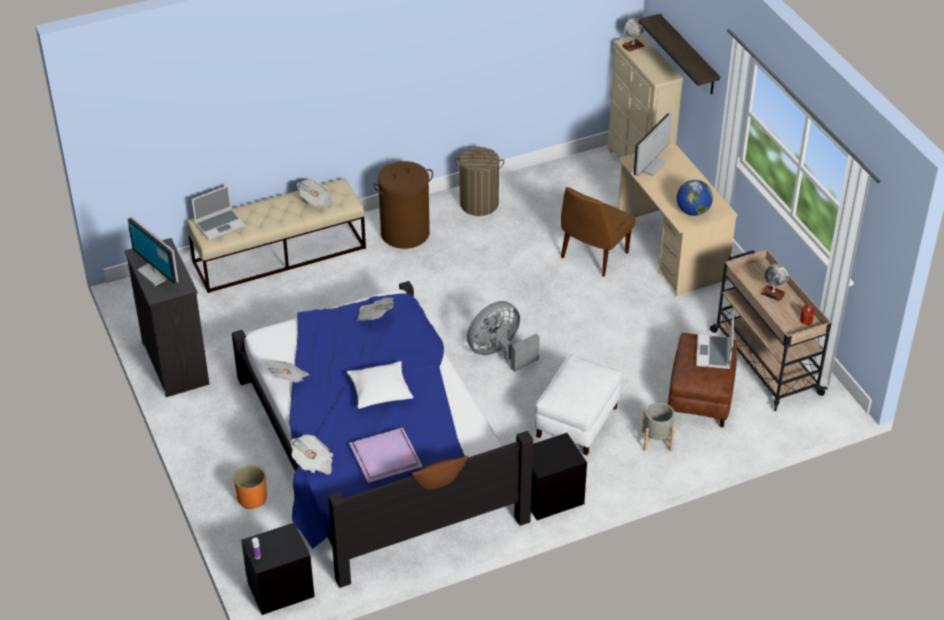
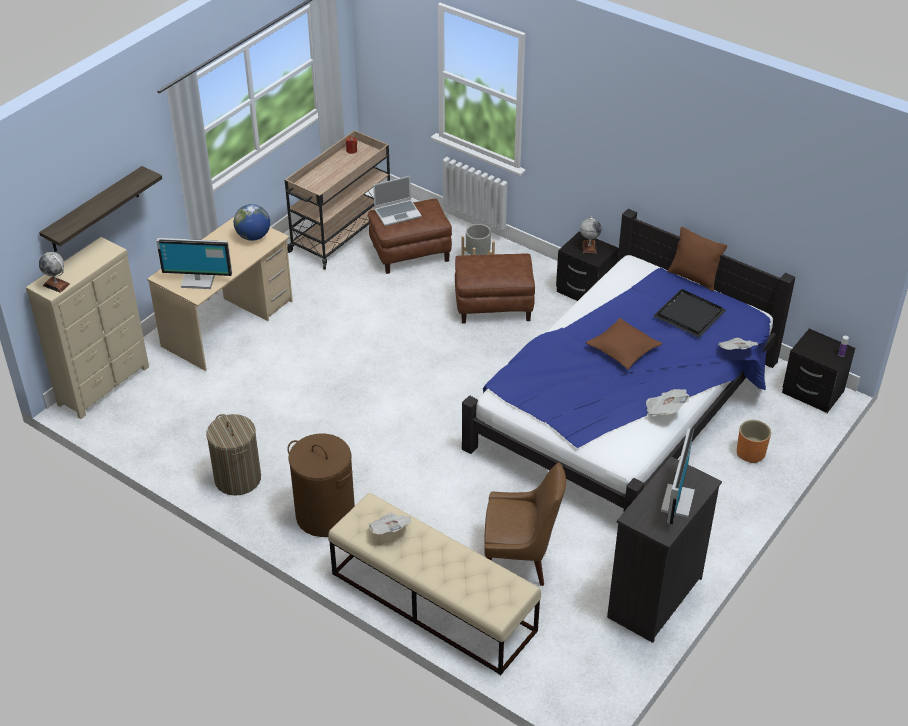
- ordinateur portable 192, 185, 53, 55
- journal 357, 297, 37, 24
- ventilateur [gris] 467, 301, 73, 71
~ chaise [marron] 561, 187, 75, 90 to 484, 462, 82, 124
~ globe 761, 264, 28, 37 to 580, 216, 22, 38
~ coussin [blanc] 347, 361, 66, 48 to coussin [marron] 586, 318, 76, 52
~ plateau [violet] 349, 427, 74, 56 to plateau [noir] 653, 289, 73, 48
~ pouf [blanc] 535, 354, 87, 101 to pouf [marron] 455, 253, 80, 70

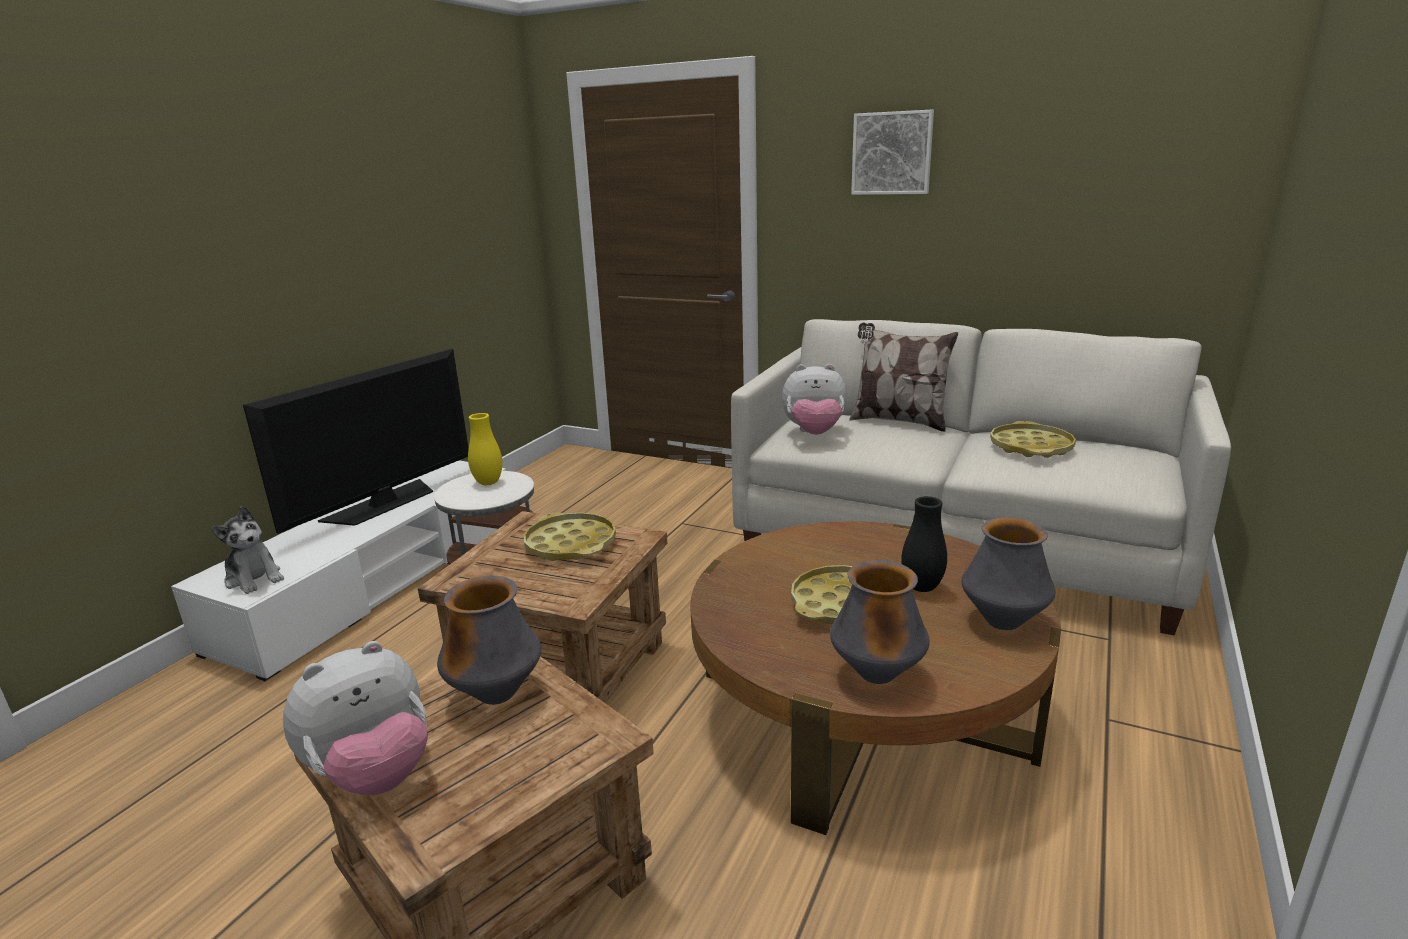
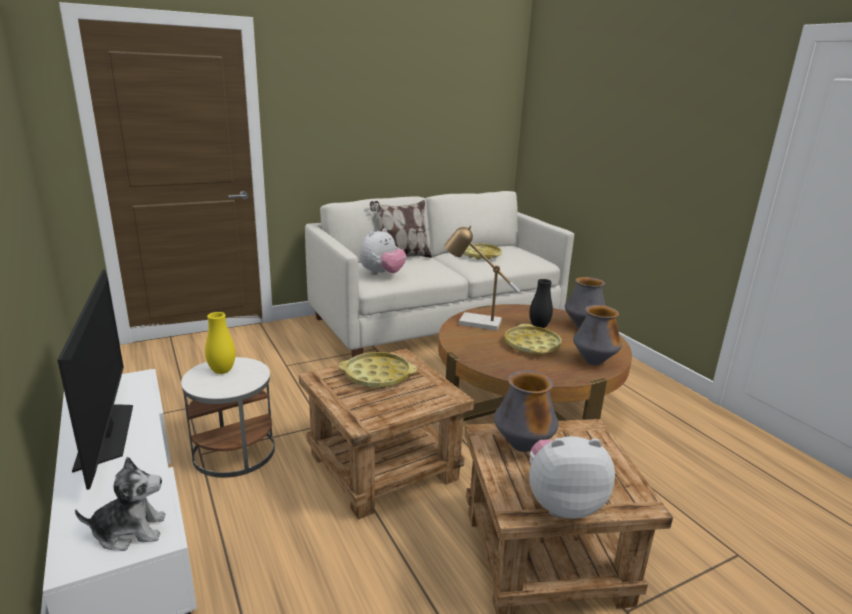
- tableau 851, 110, 83, 85
+ lampe de table 445, 226, 75, 105
~ peluche 283, 641, 145, 154 = 529, 436, 86, 83 90 degrees counterclockwise

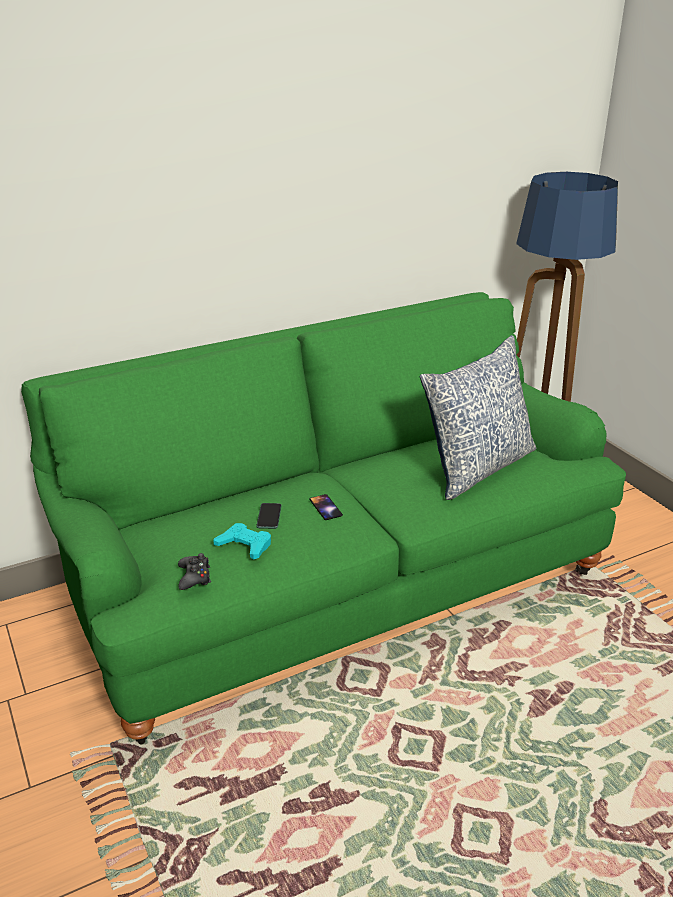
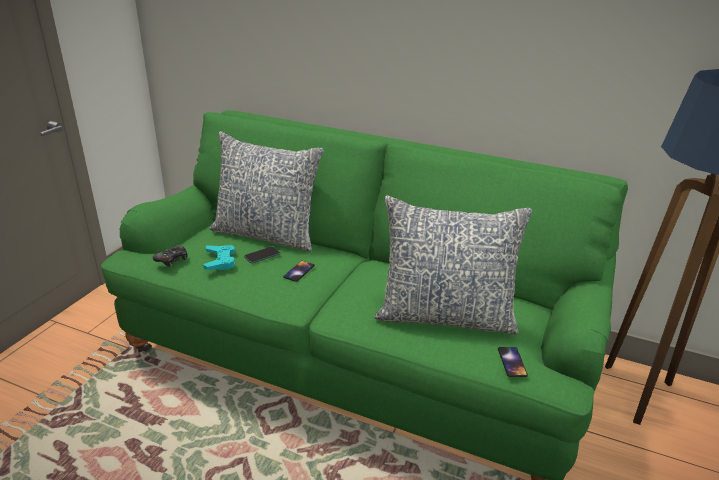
+ coussin 209, 131, 115, 121
+ téléphone 498, 347, 30, 30

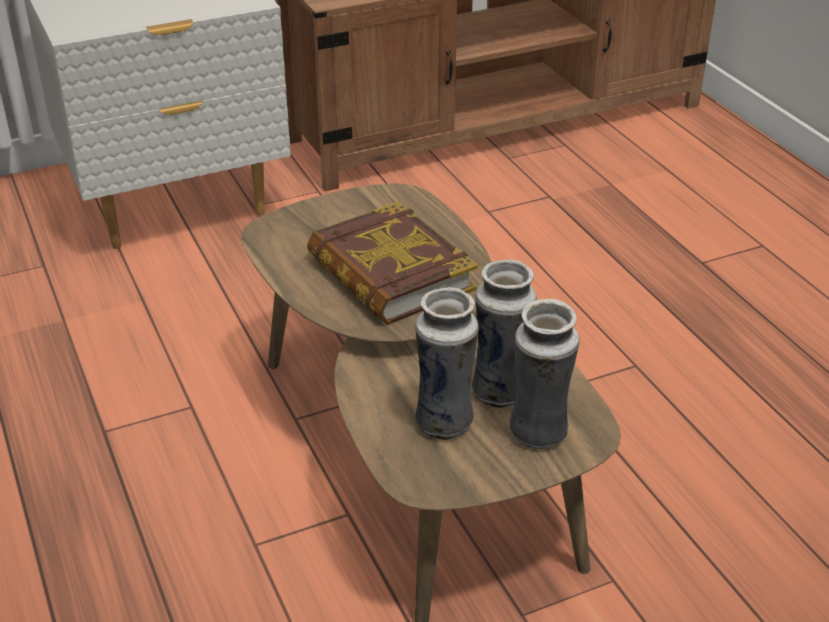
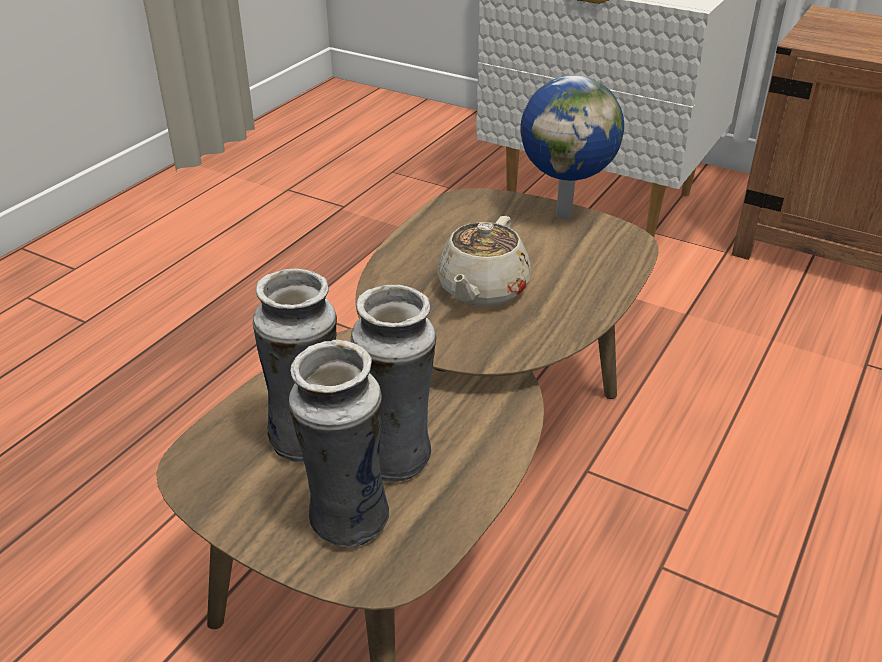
+ globe 520, 75, 104, 145
~ livre 307, 202, 171, 123 to théière [beige] 437, 216, 94, 91

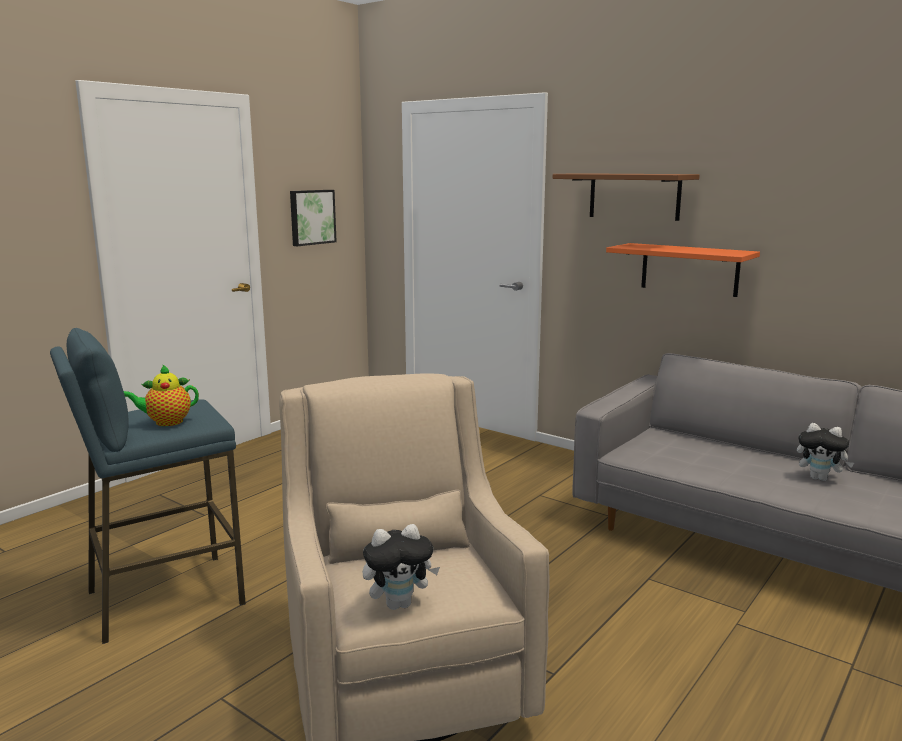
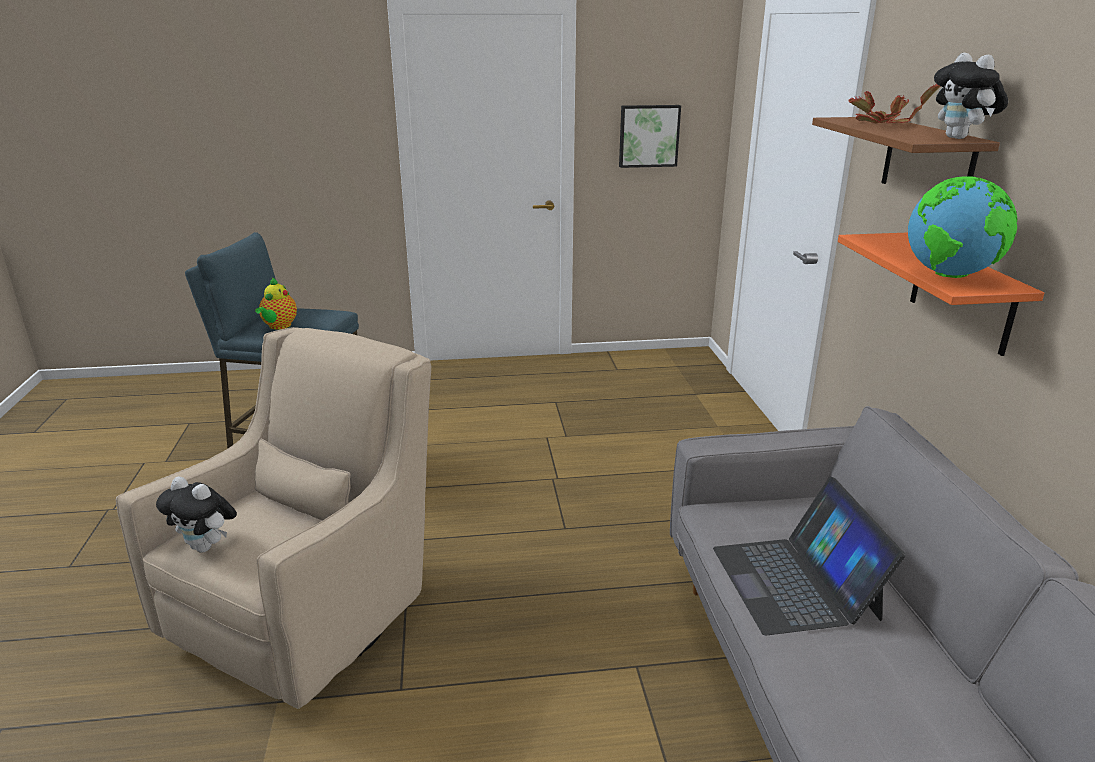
+ ordinateur portable 713, 477, 192, 159
+ plante en pot 848, 83, 92, 40
+ globe 908, 176, 109, 102
~ peluche 797, 423, 57, 58 to 934, 53, 74, 86
~ théière 124, 364, 75, 62 = 255, 277, 42, 53 105 degrees counterclockwise

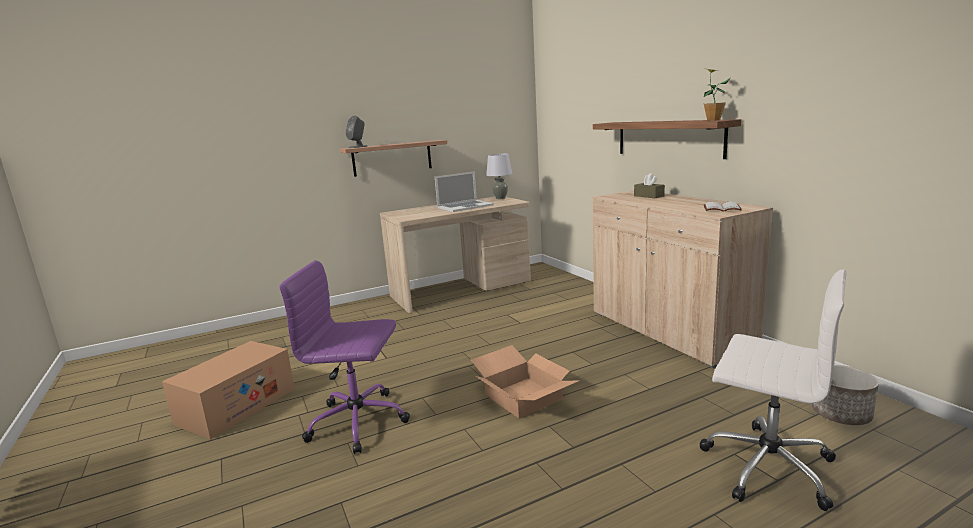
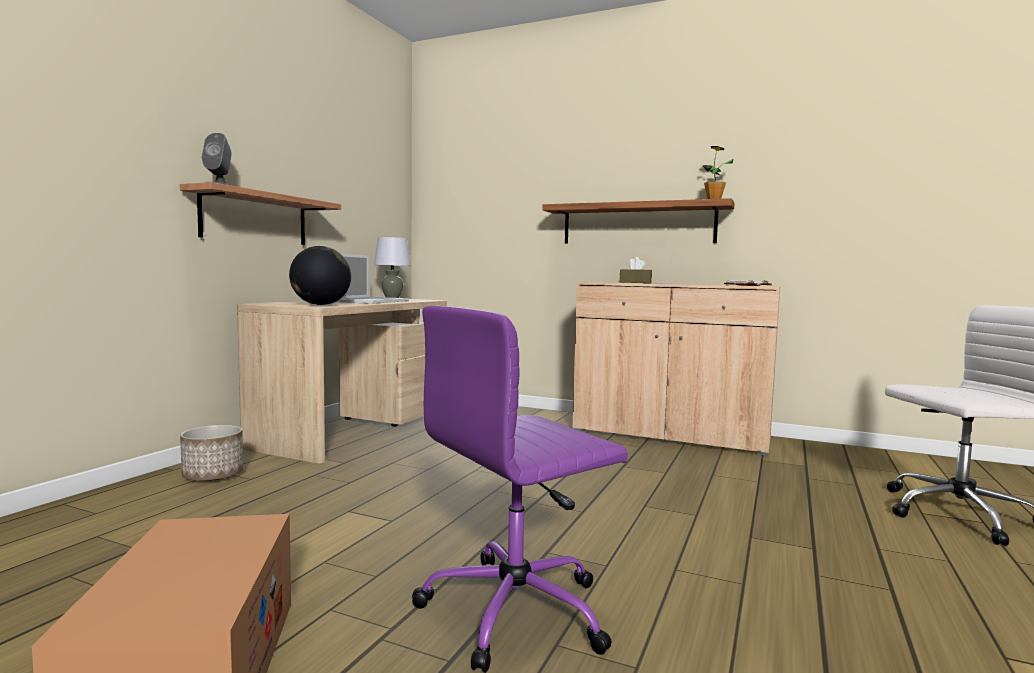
- carton 471, 345, 107, 74
+ globe 289, 246, 62, 59
~ cache-pot 812, 365, 67, 60 to 180, 425, 63, 56

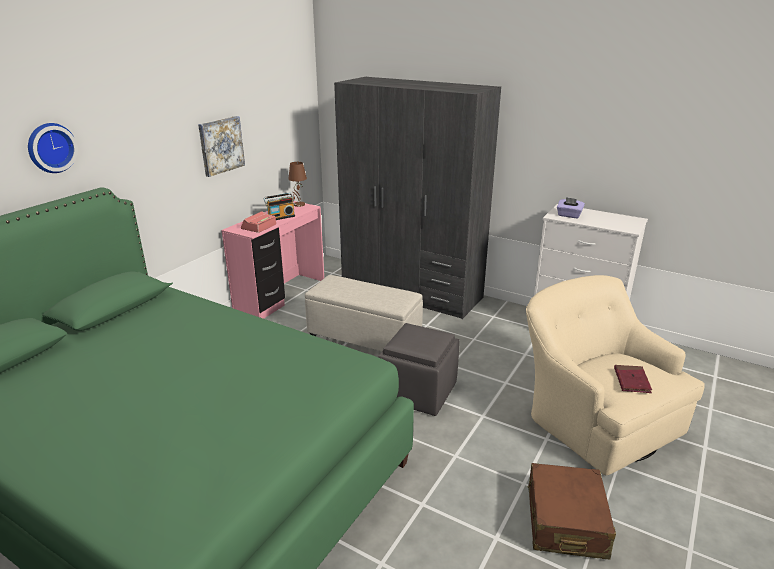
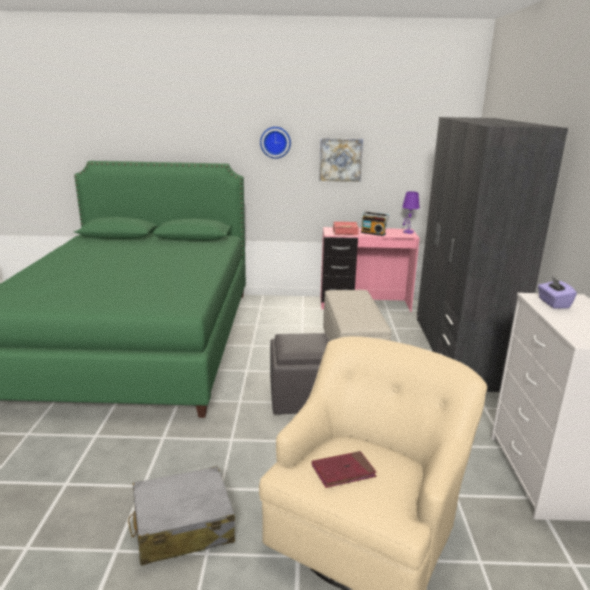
~ horloge murale 28, 123, 50, 50 to 260, 127, 31, 32
~ lampe de table [marron] 288, 162, 19, 45 to lampe de table [violet] 402, 191, 18, 43
~ valise [marron] 528, 463, 88, 97 to valise [gris] 128, 466, 107, 100

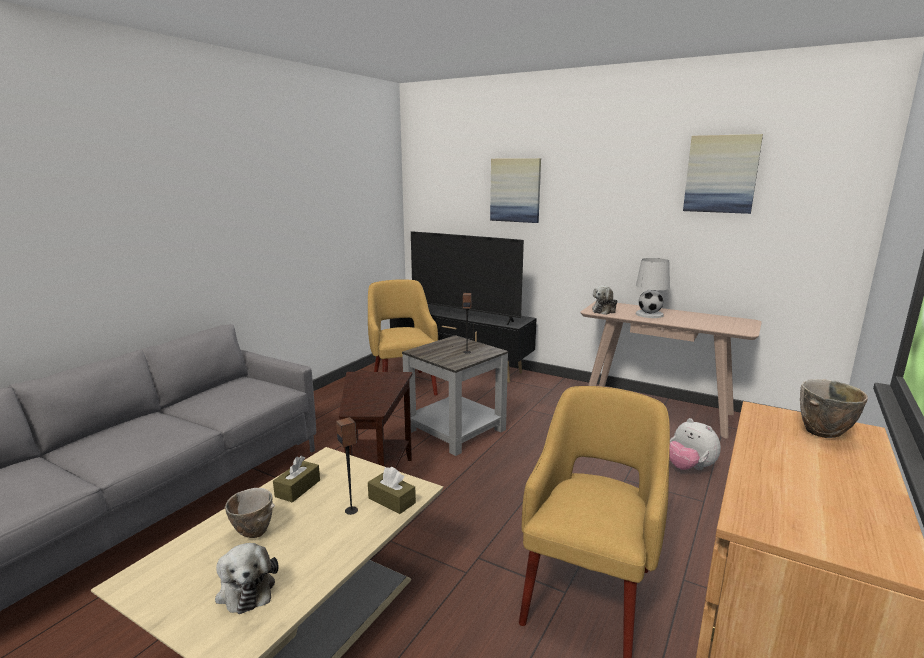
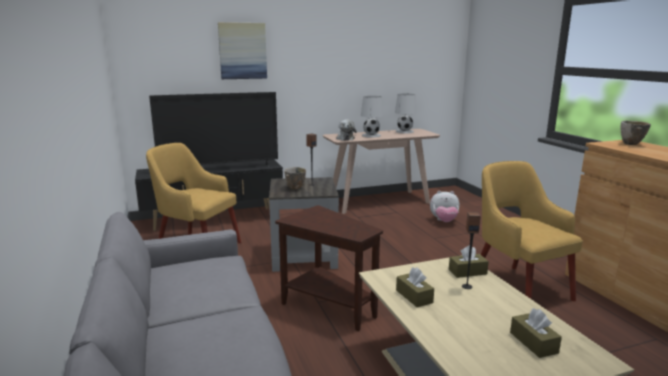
- tableau 683, 134, 80, 80
+ lampe de table [blanc] 395, 94, 22, 39
~ bol 224, 488, 51, 50 to 284, 167, 22, 22
~ peluche 215, 543, 64, 71 to boîte à mouchoirs [marron] 510, 308, 52, 50

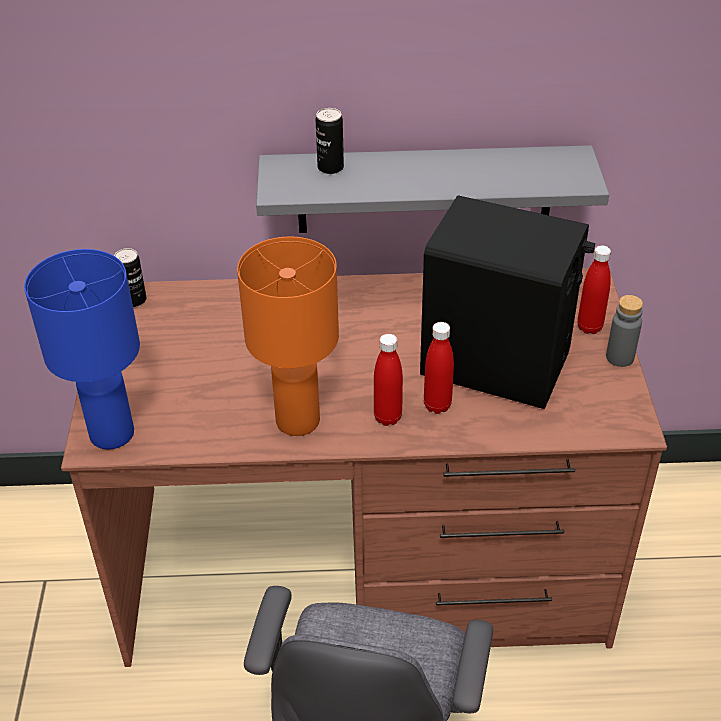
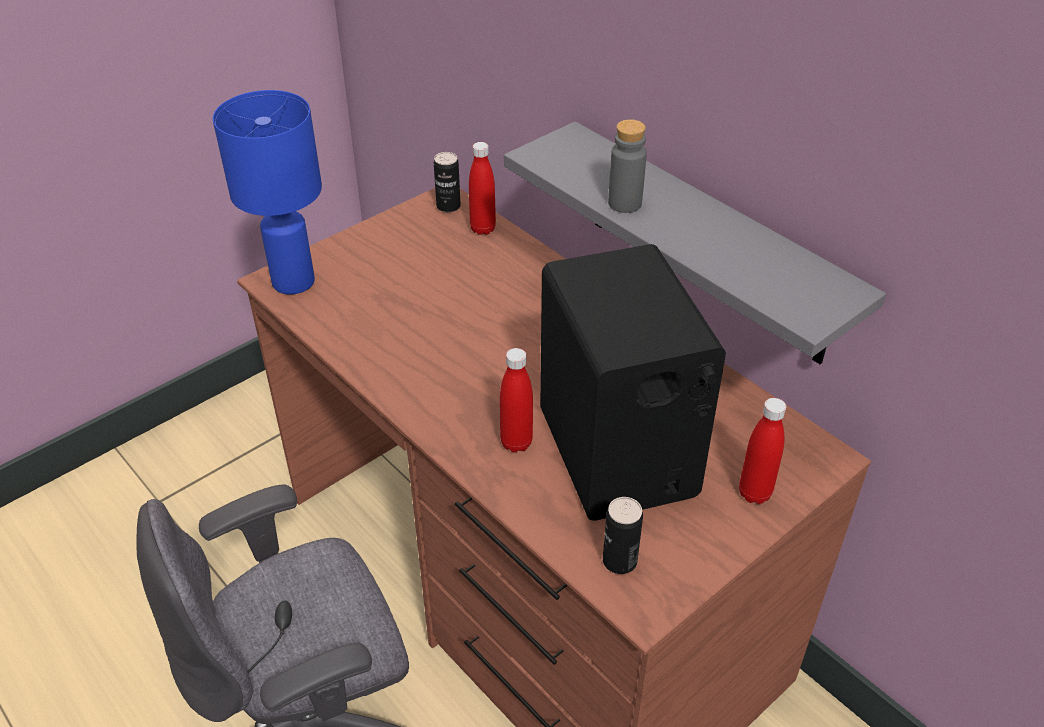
- lampe de table [orange] 237, 236, 102, 200
~ boîte métallique 315, 108, 29, 66 to 603, 497, 40, 77
~ bouteille [rouge] 374, 334, 29, 92 to 469, 142, 27, 93
~ bouteille [gris] 606, 295, 37, 72 to 608, 119, 39, 94

